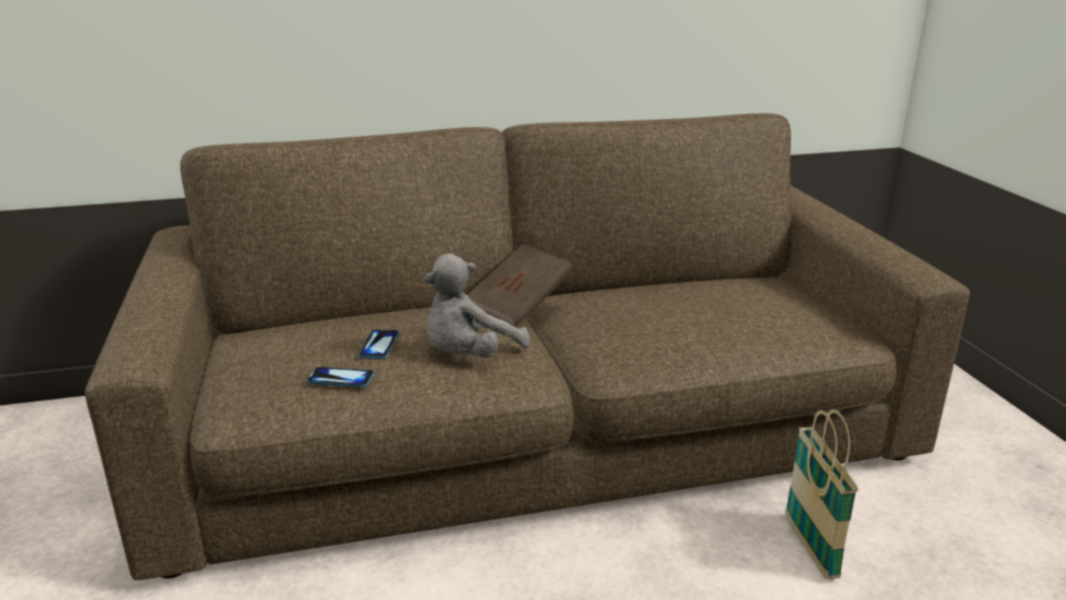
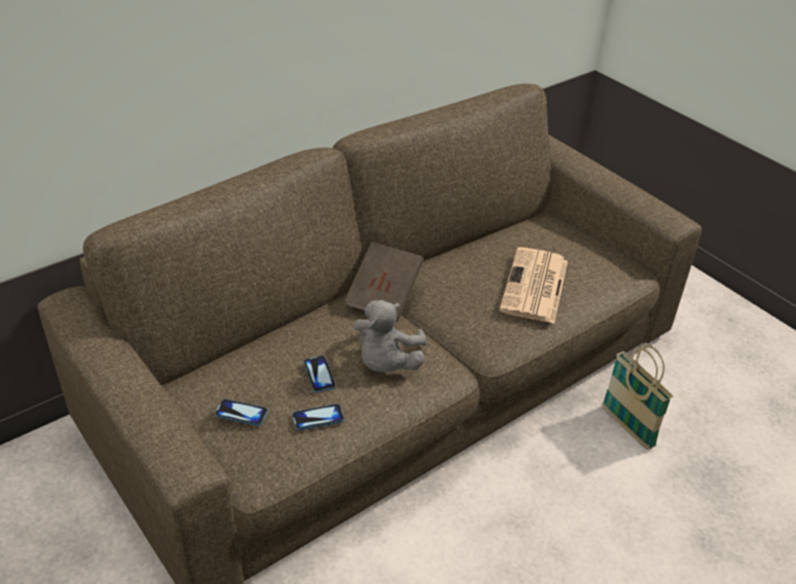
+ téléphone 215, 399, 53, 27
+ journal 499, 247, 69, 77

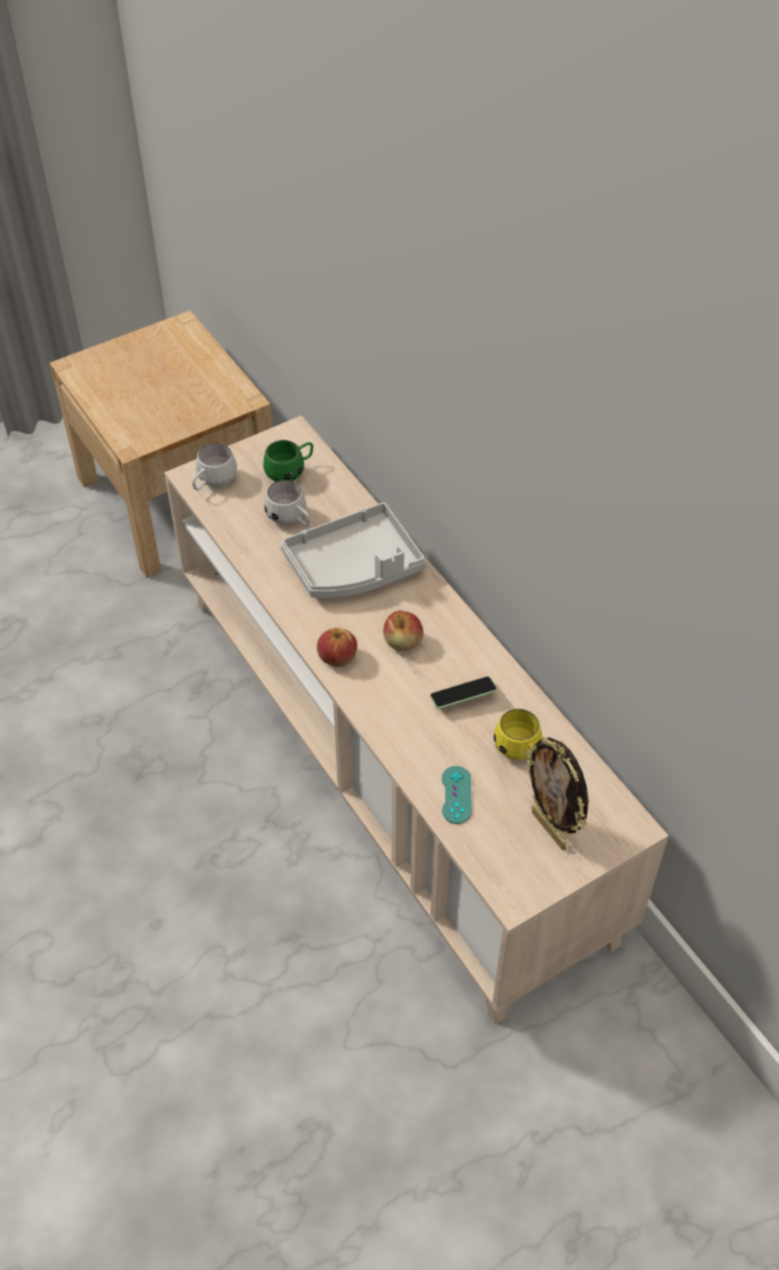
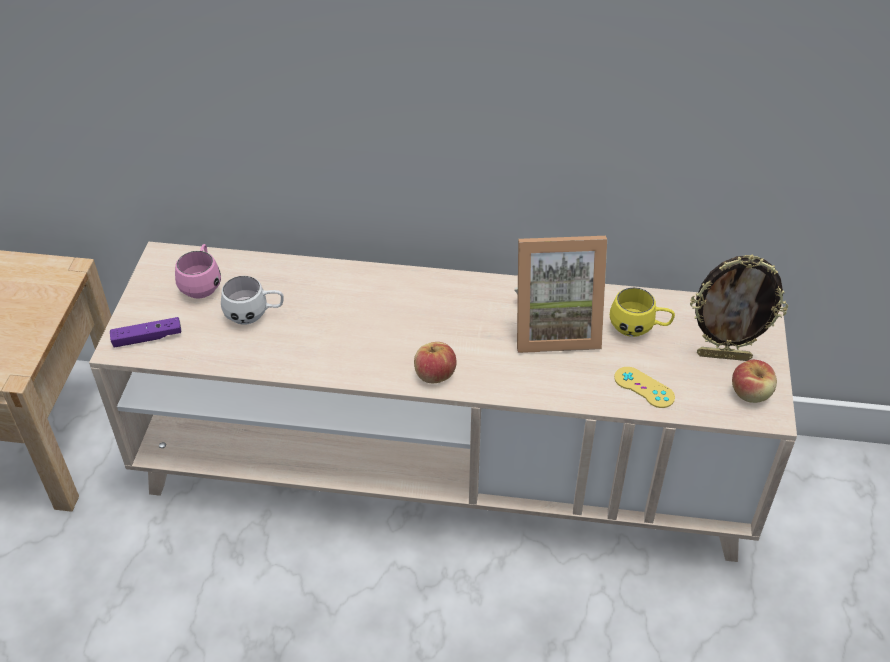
- plateau [gris] 281, 502, 145, 96
~ pomme 383, 611, 40, 40 to 732, 360, 45, 43
~ mug [blanc] 192, 443, 45, 48 to manette [violet] 110, 317, 71, 30
~ téléphone 430, 676, 68, 33 to cadre photo 514, 236, 93, 117
~ mug [vert] 263, 440, 50, 42 to mug [rose] 175, 244, 46, 54
~ manette [turquoise] 442, 766, 30, 58 to manette [jaune] 614, 367, 61, 41

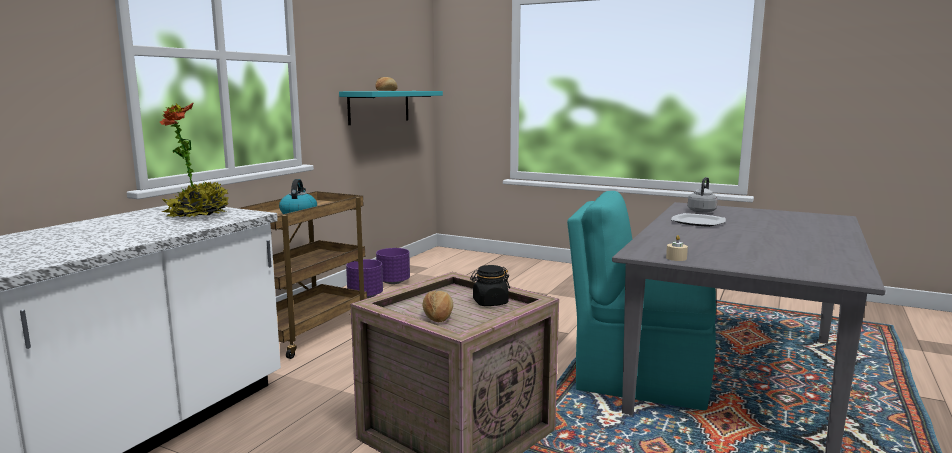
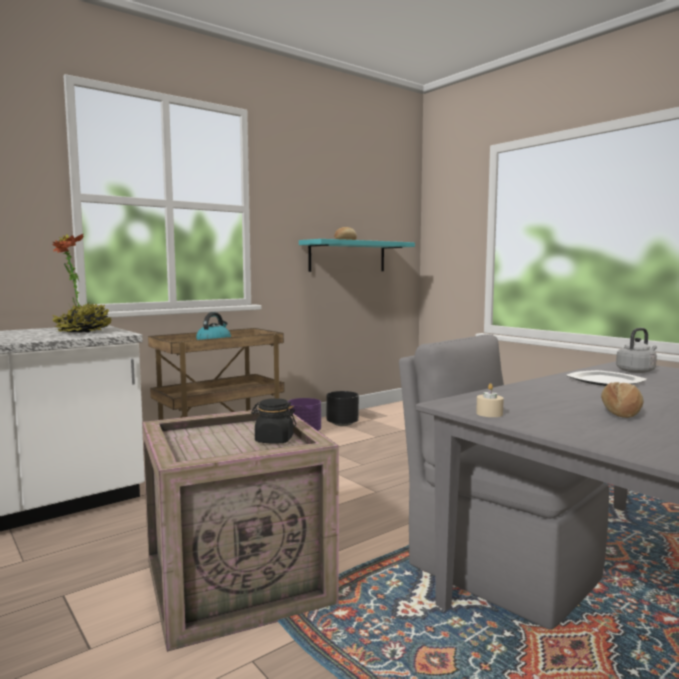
~ pain 422, 290, 31, 32 to 601, 382, 42, 36
~ cache-pot [violet] 376, 248, 34, 36 to cache-pot [noir] 326, 391, 33, 35
~ chaise [turquoise] 567, 191, 149, 219 to chaise [gris] 399, 334, 210, 295

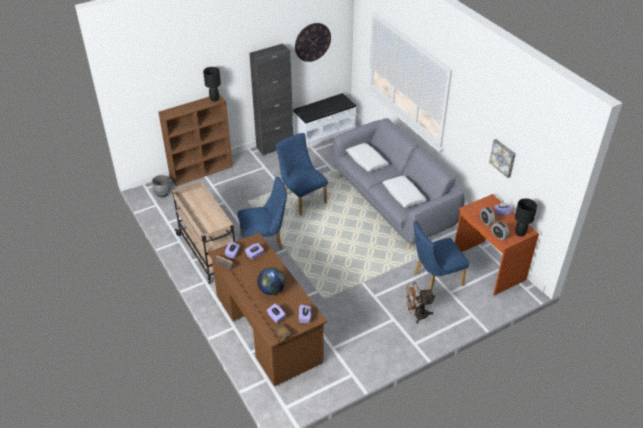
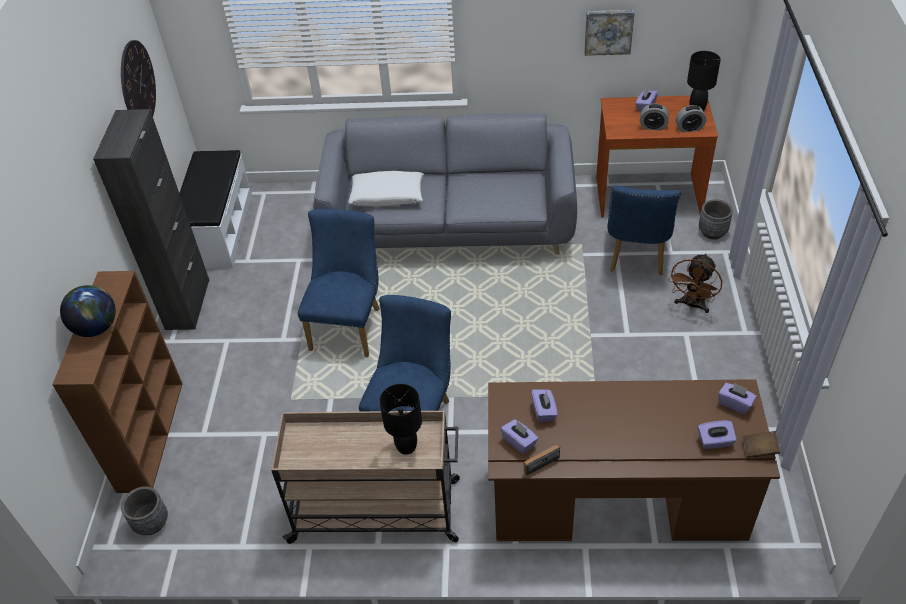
- coussin [blanc] 382, 176, 45, 31
+ cache-pot [gris] 699, 199, 34, 41
~ lampe de table [noir] 203, 67, 18, 34 to 379, 384, 43, 71
~ globe 257, 267, 28, 28 to 60, 285, 56, 52
~ chaise [bleu] 276, 133, 52, 82 = 298, 209, 82, 148 105 degrees clockwise

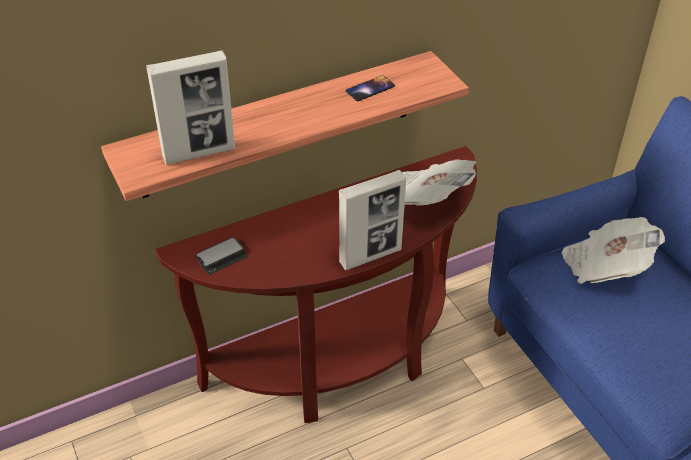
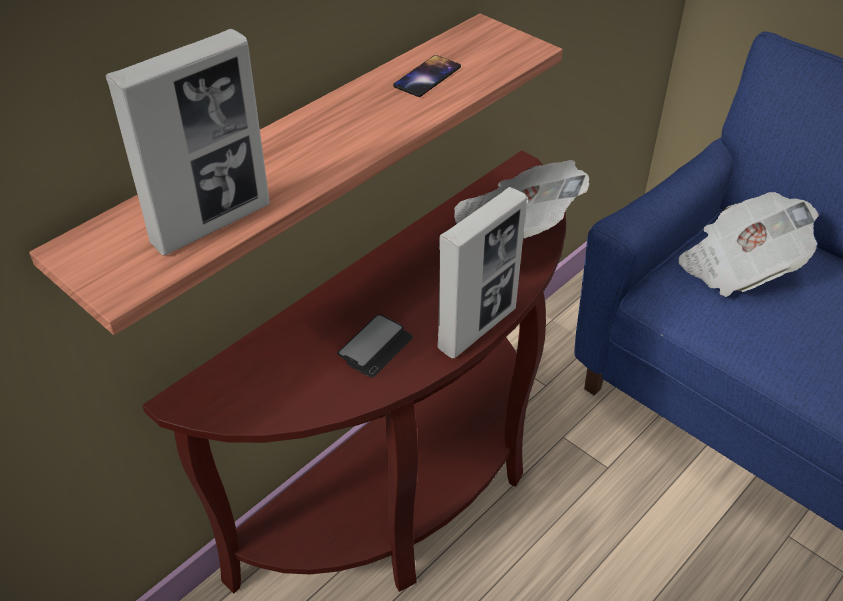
~ téléphone 195, 237, 53, 38 to 337, 314, 76, 64

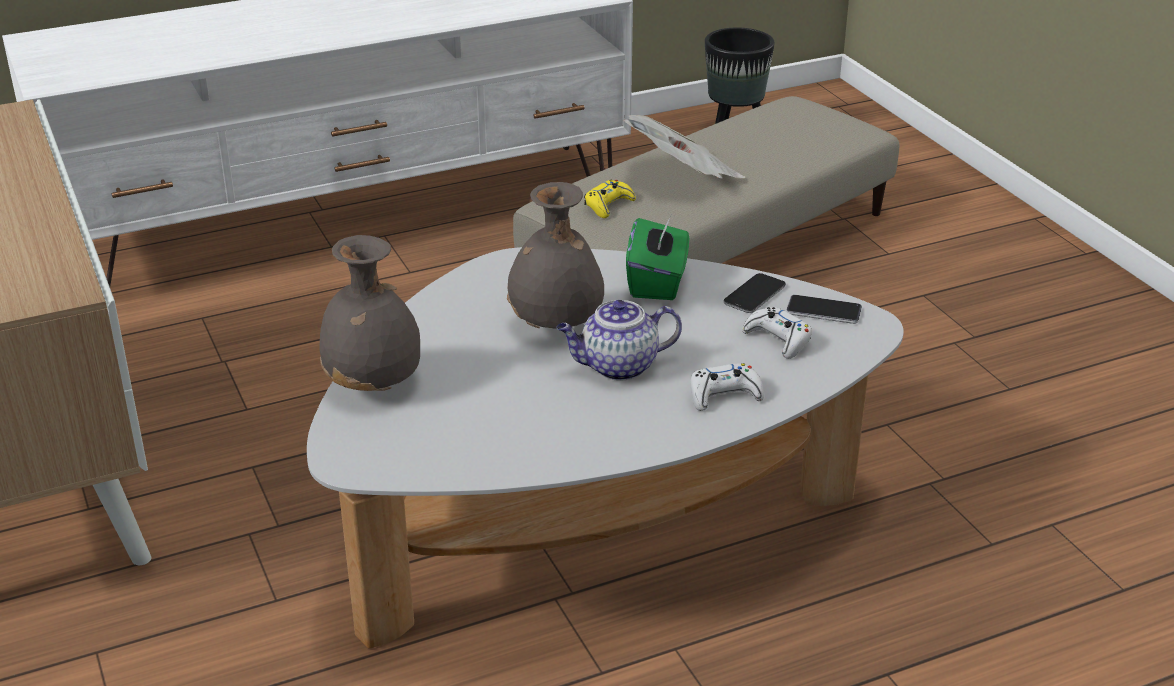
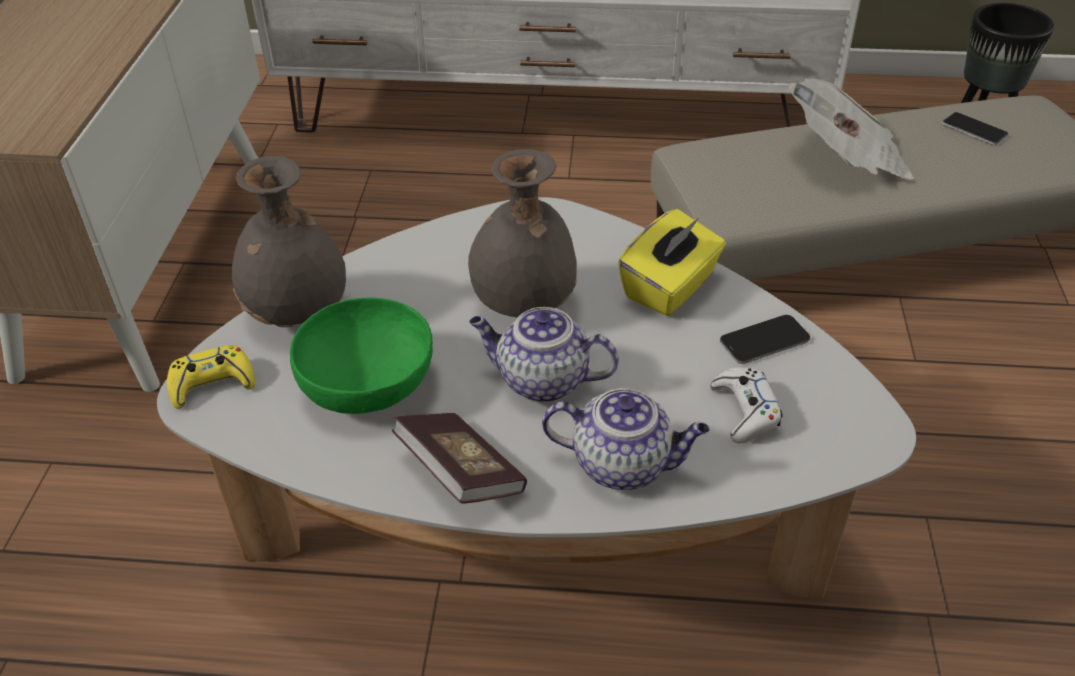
+ bol [vert] 290, 298, 143, 116
+ livre 392, 413, 135, 91
~ manette [jaune] 584, 180, 52, 38 to 167, 345, 88, 64
~ téléphone 786, 295, 76, 29 to 942, 112, 66, 33
~ manette [blanc] 690, 363, 74, 48 to théière 542, 388, 168, 102
~ boîte à mouchoirs [vert] 626, 215, 63, 85 to boîte à mouchoirs [jaune] 618, 209, 108, 107

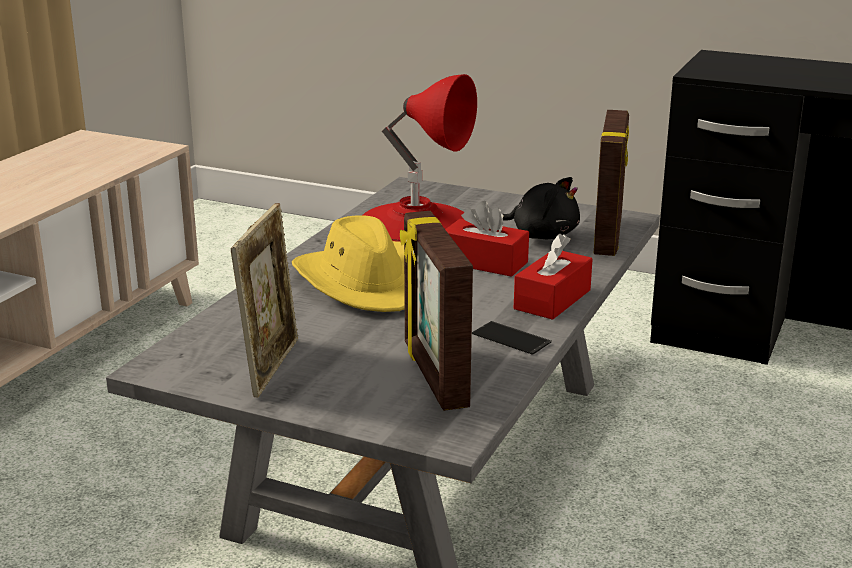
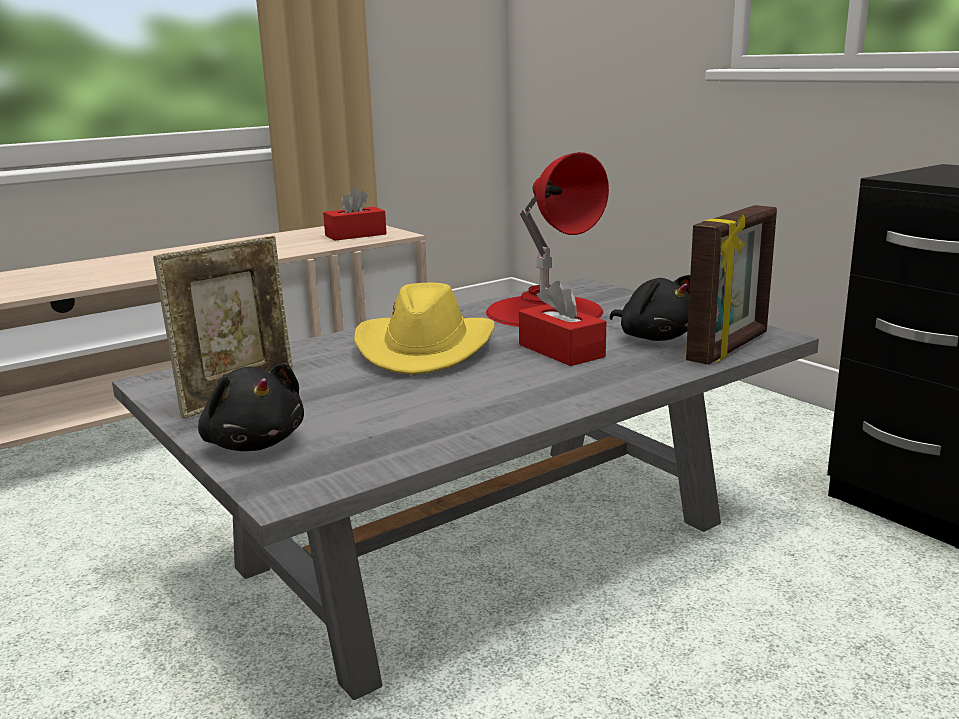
- cadre photo 400, 211, 73, 200
- téléphone 472, 321, 80, 34
+ peluche [noir] 198, 363, 106, 88
~ boîte à mouchoirs [rouge] 514, 234, 79, 86 to 323, 188, 64, 53

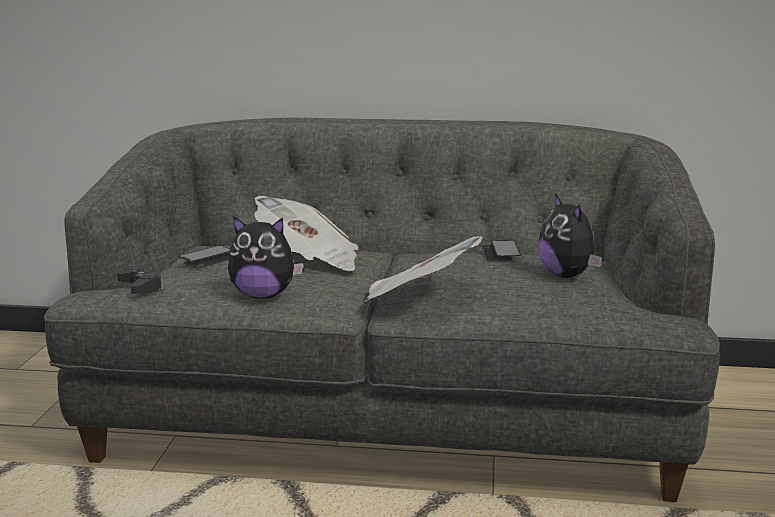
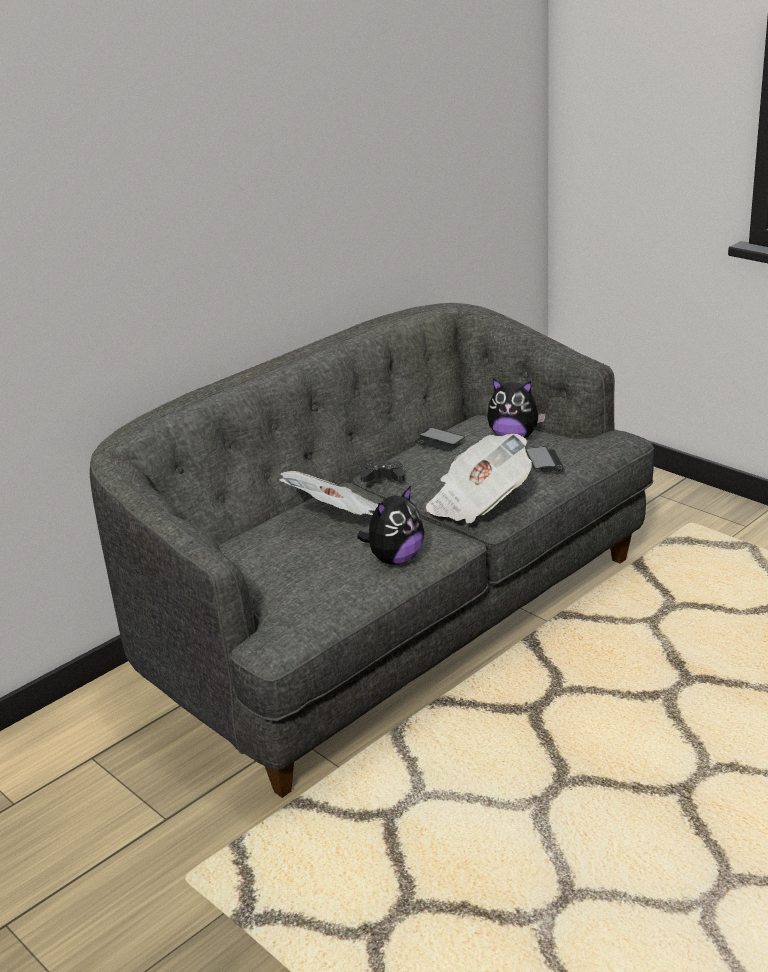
~ manette [noir] 117, 265, 46, 29 to 361, 461, 43, 21
~ téléphone 178, 245, 52, 23 to 525, 446, 39, 26

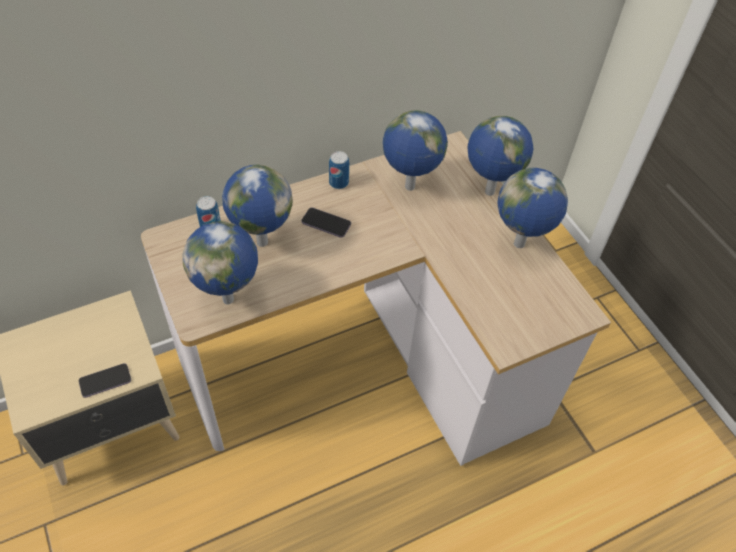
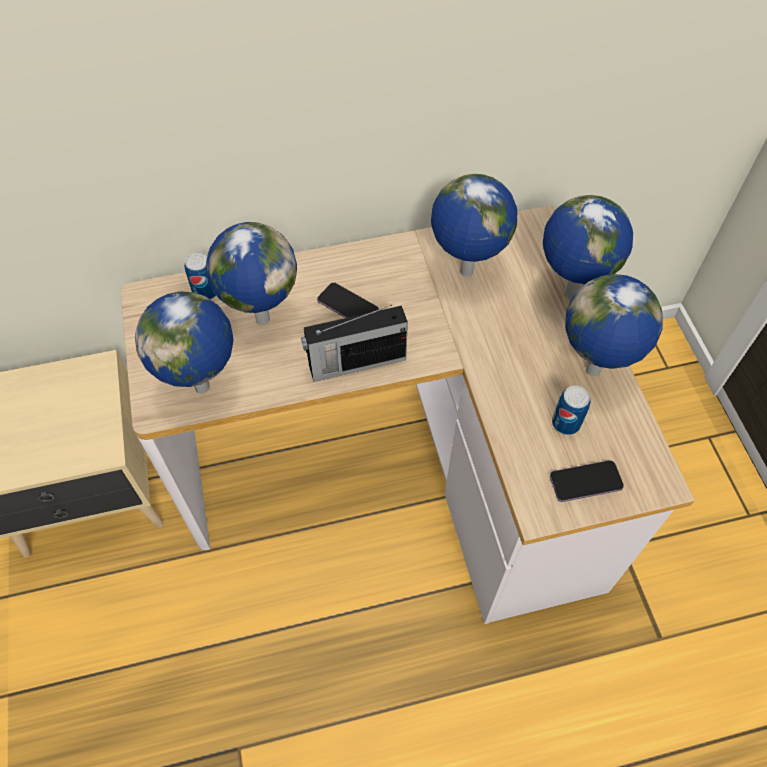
+ radio 301, 305, 107, 77
~ téléphone 79, 363, 52, 35 to 550, 460, 74, 42
~ boîte métallique 329, 151, 20, 38 to 552, 386, 38, 49

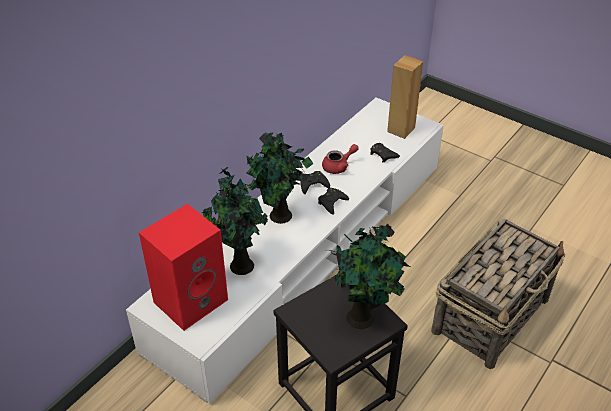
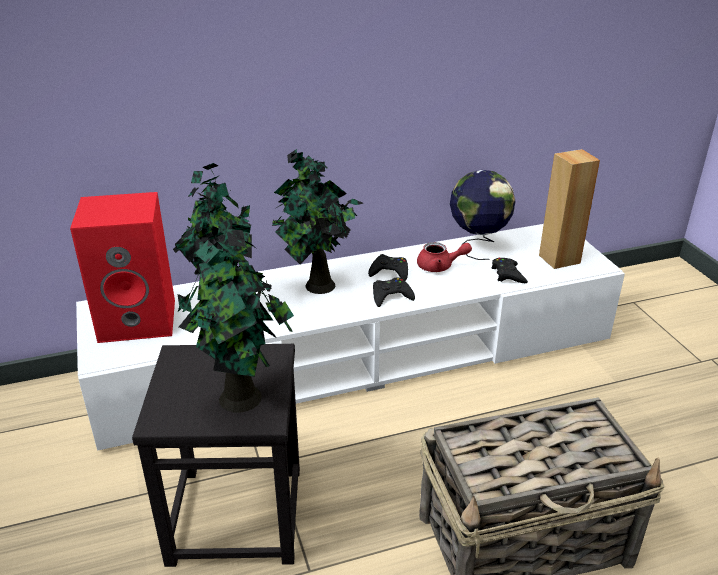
+ globe 450, 170, 66, 90

